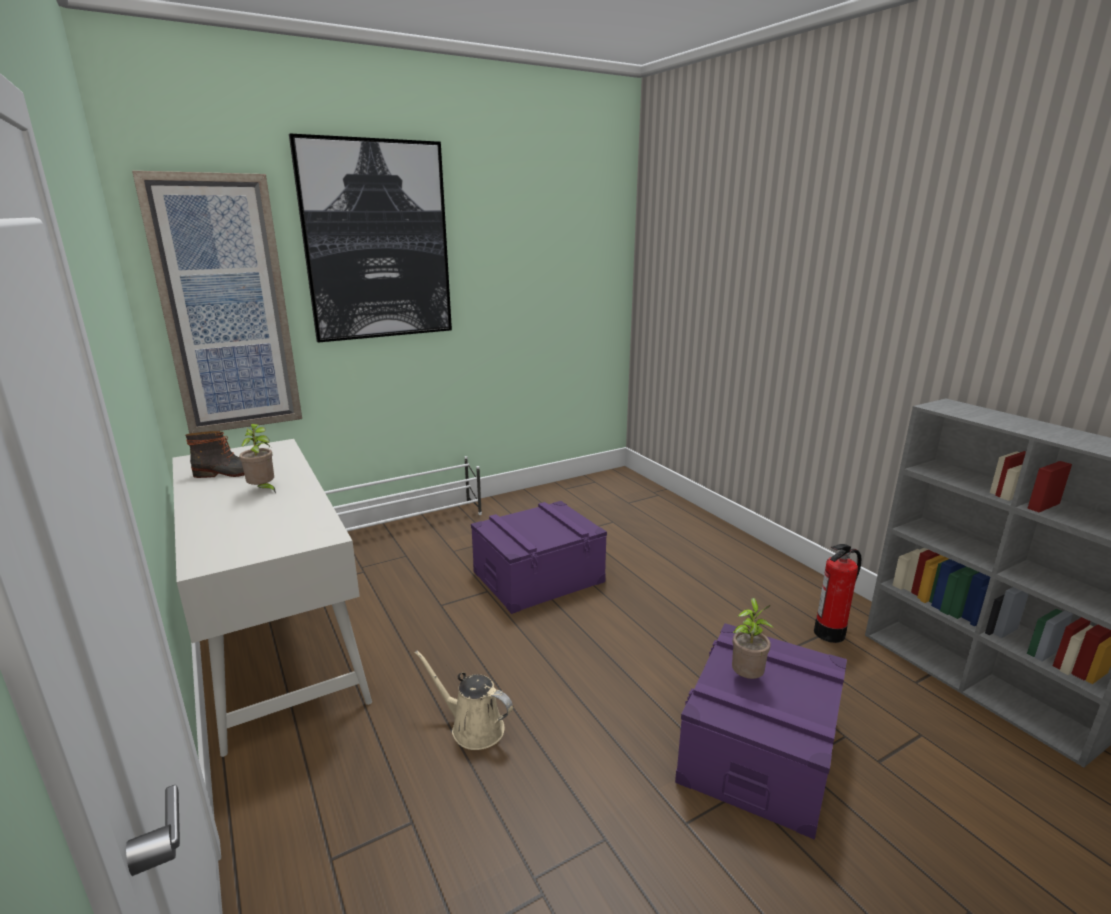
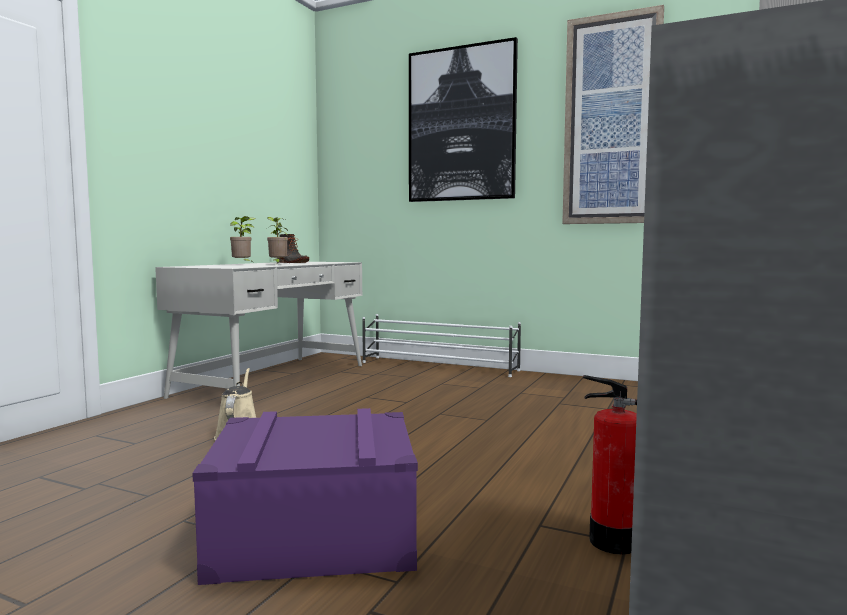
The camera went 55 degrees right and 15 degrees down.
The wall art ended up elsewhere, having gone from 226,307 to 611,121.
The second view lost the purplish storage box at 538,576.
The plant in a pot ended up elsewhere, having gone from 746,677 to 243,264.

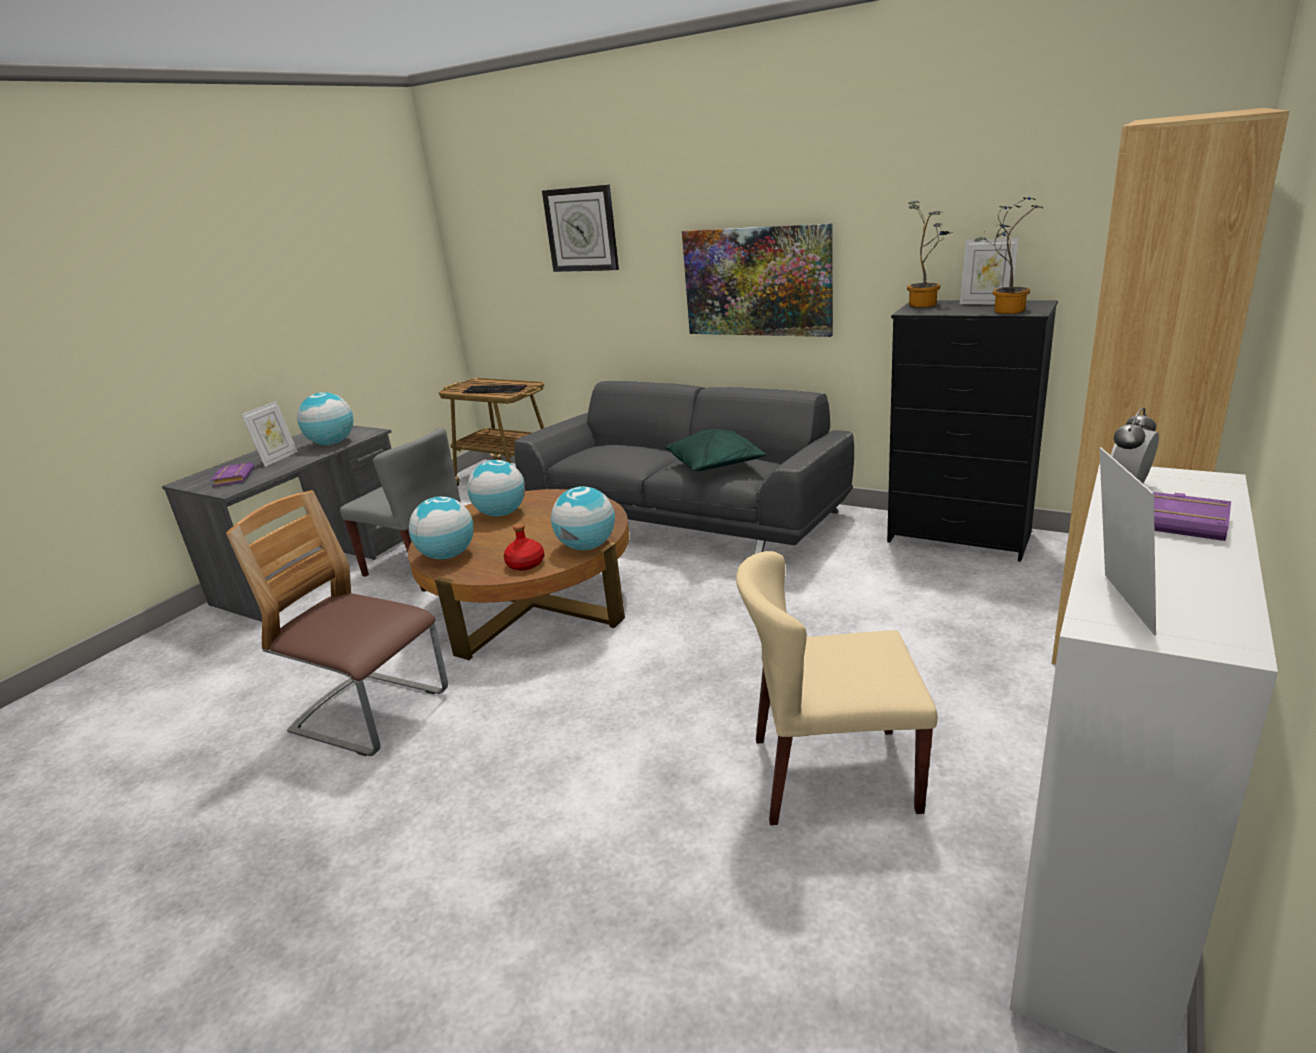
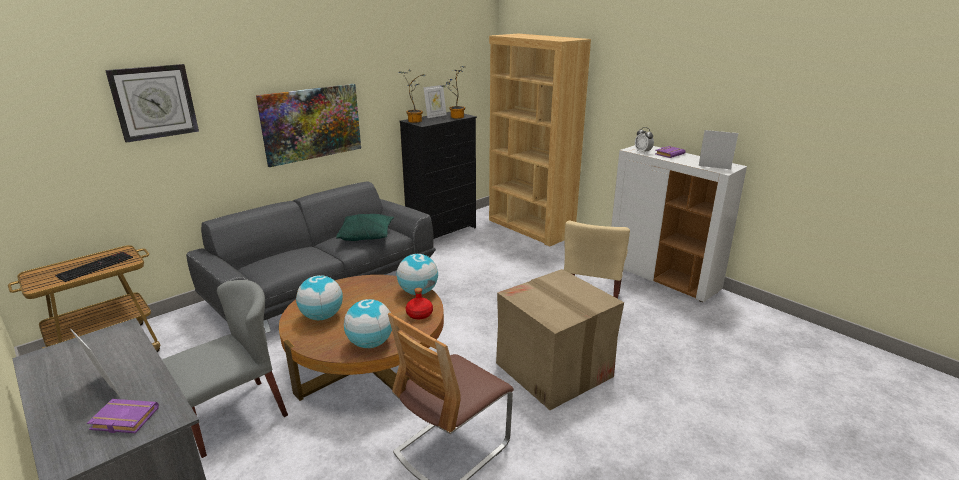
The camera went 75 degrees left and 0 degrees up.
The second view lost the world globe at 332,443.
The second view gained the cardboard box at 554,370.

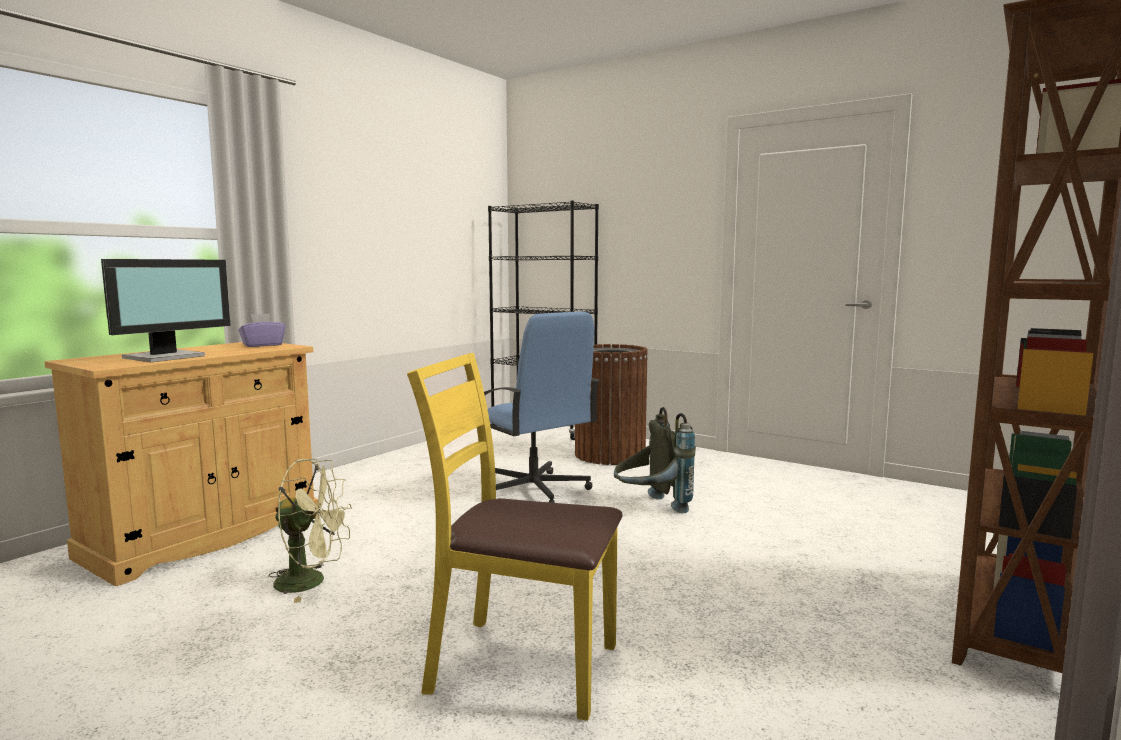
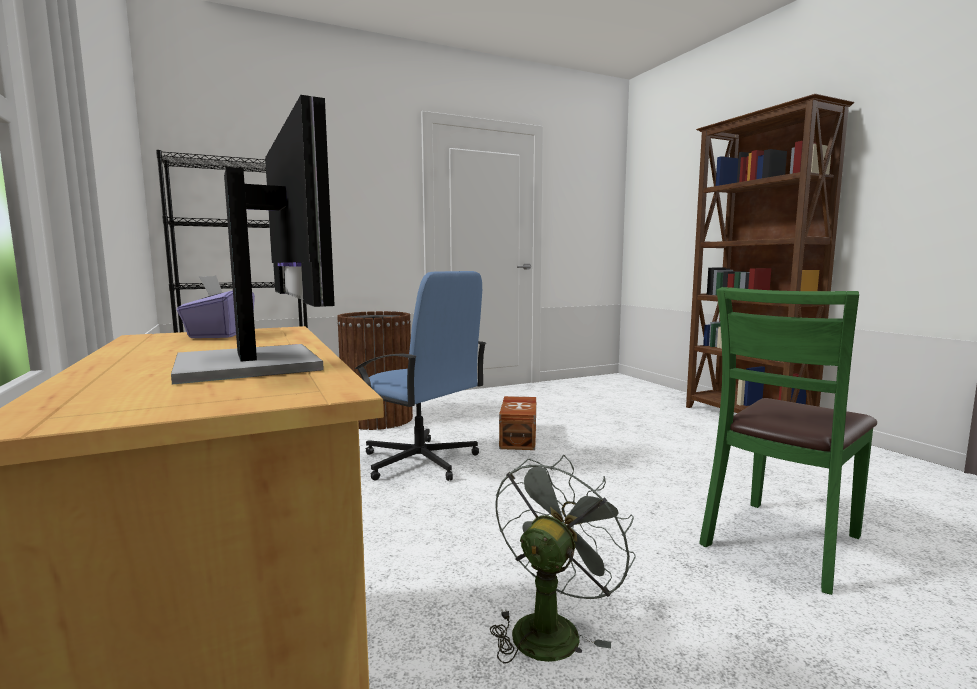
The camera went 60 degrees left and 0 degrees up.
The blue office chair at 534,490 ended up facing another way, 45 degrees clockwise from before.
What was the yellow-coloured upright chair at 521,666 turned into the greenish upright chair at 782,542.
Where the greyish backpack stood at 650,508, the brownish storage box came to stand at 519,437.
What was the greenish fan at 311,582 turned into the greyish fan at 550,627.

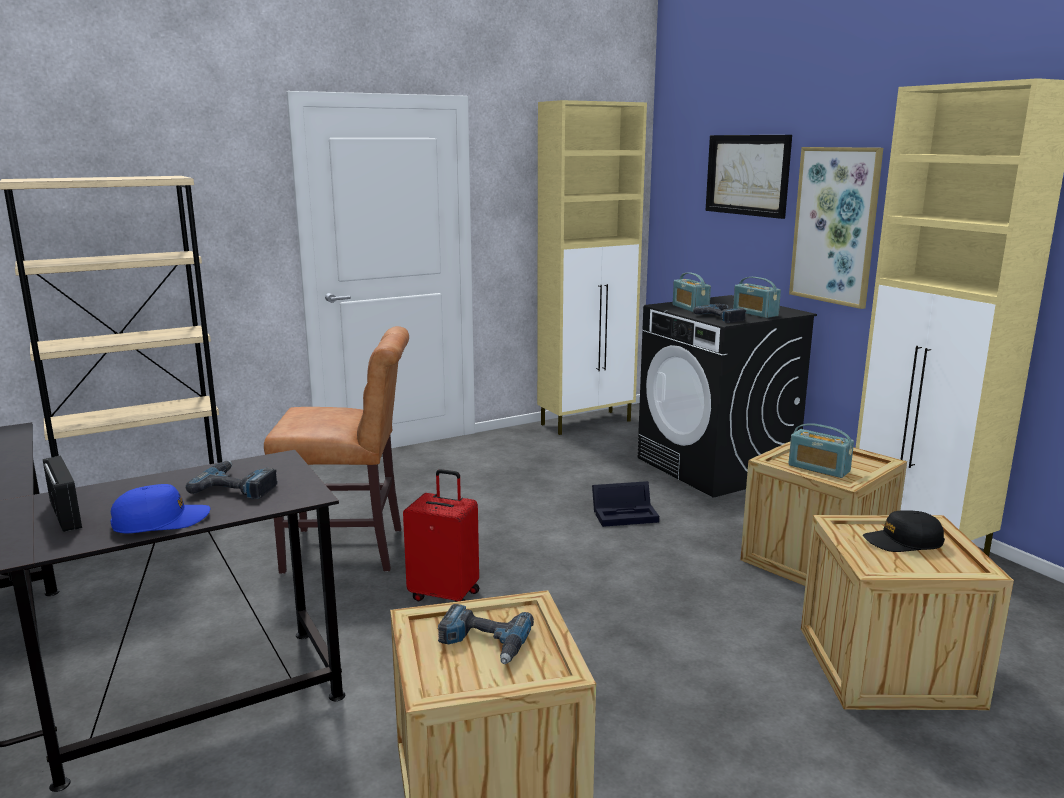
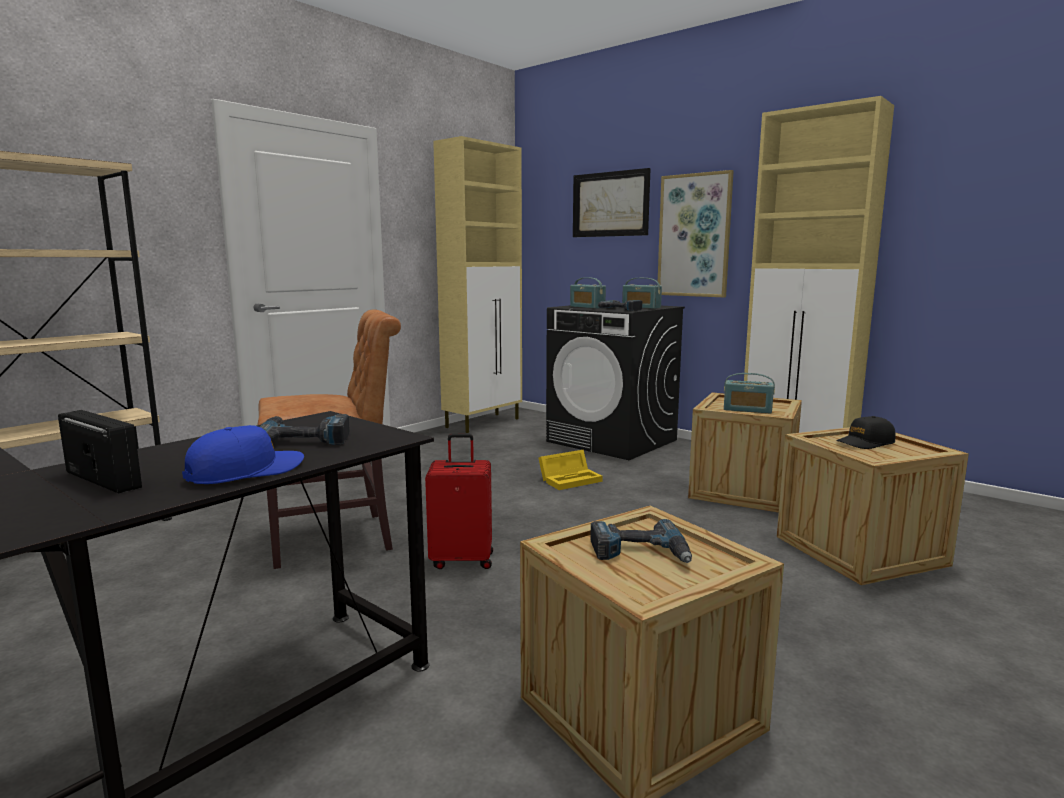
The camera went 20 degrees left and 5 degrees down.
What was the blackish storage box at 626,514 turned into the yellow-coloured storage box at 571,479.

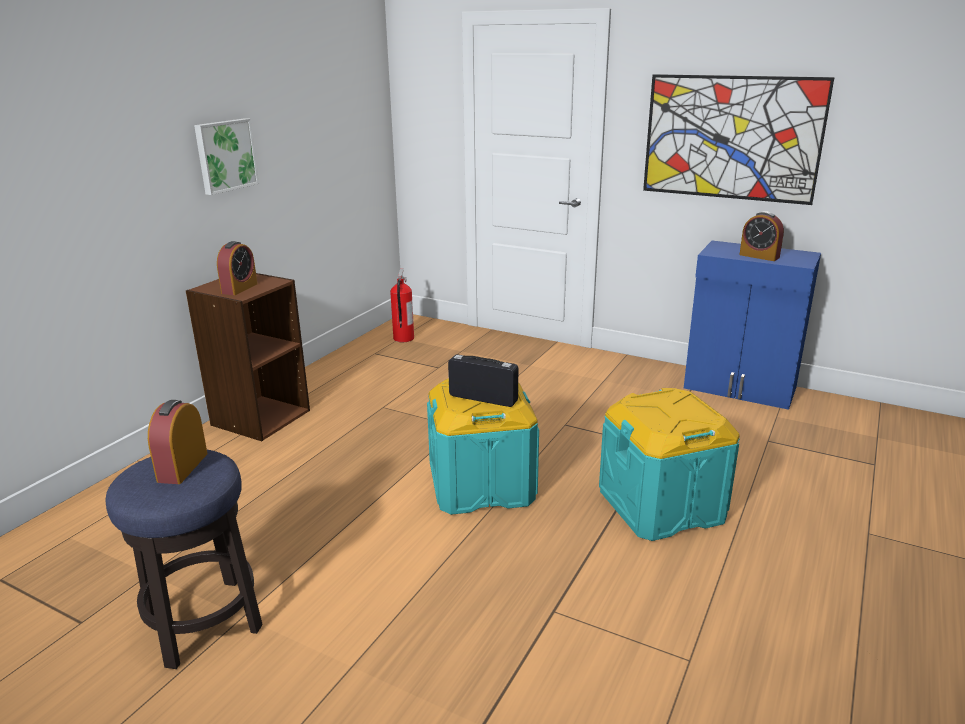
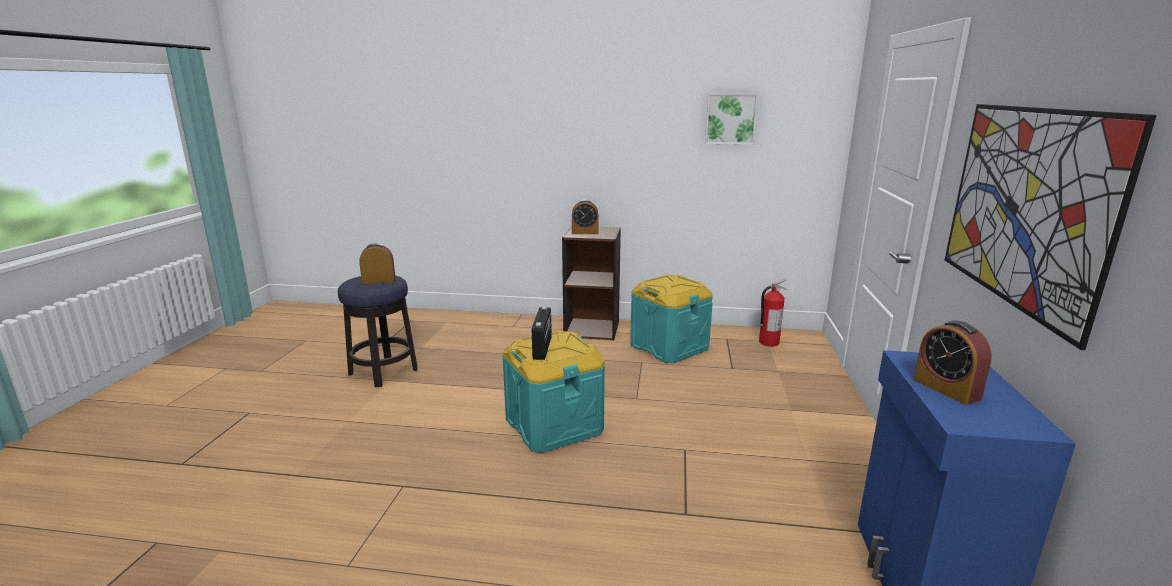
The camera went 70 degrees right and 5 degrees down.
The wall art ended up elsewhere, having gone from 225,155 to 730,119.
The bedside clock at 759,256 ended up facing another way, 45 degrees counterclockwise from before.
The blue-green storage box ended up elsewhere, having gone from 661,505 to 668,347.

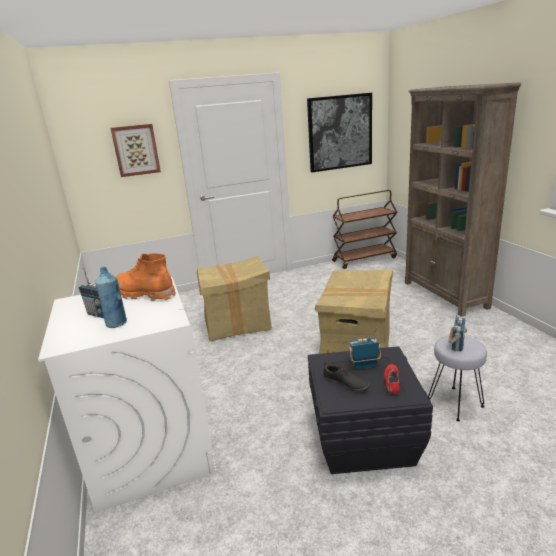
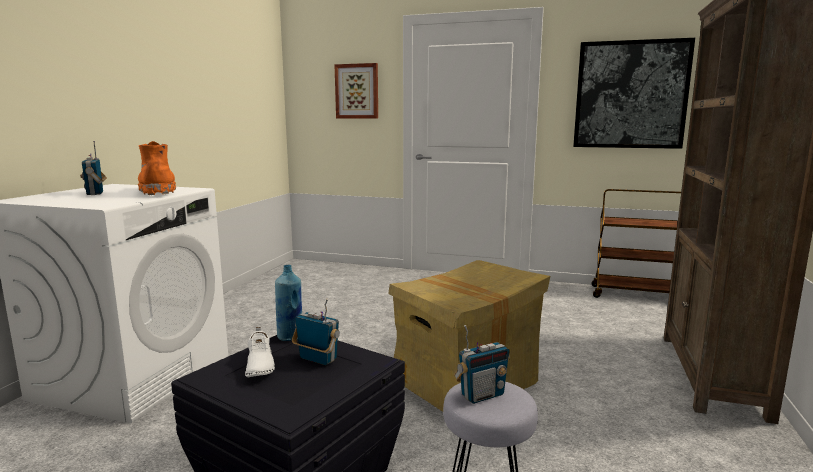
The camera went 35 degrees right and 10 degrees down.
The second view lost the cardboard box at 237,323.
The blue bottle ended up elsewhere, having gone from 116,323 to 290,337.
What was the blackish item of footwear at 345,383 turned into the white item of footwear at 259,365.
The second view lost the red-coloured item of footwear at 392,383.

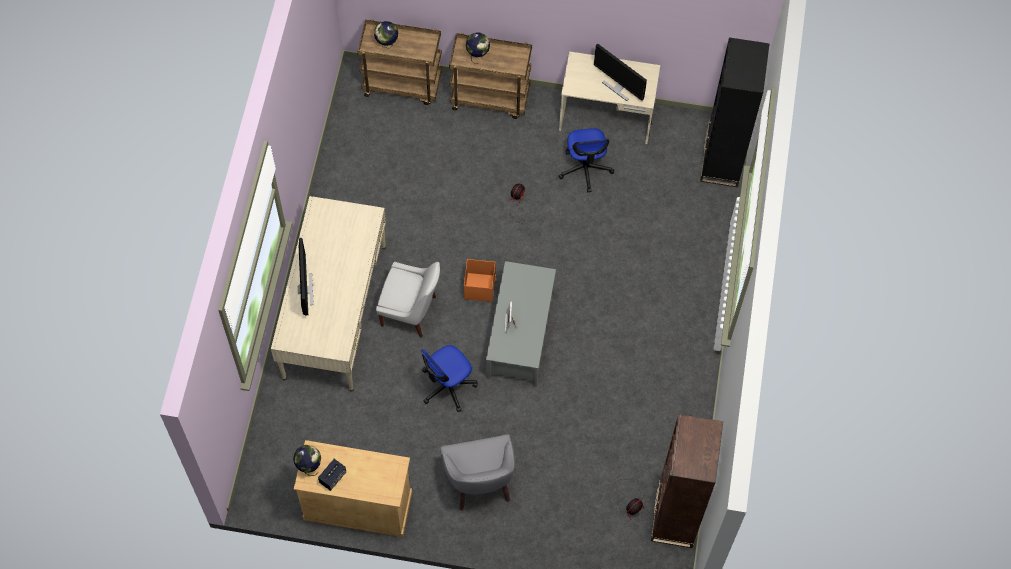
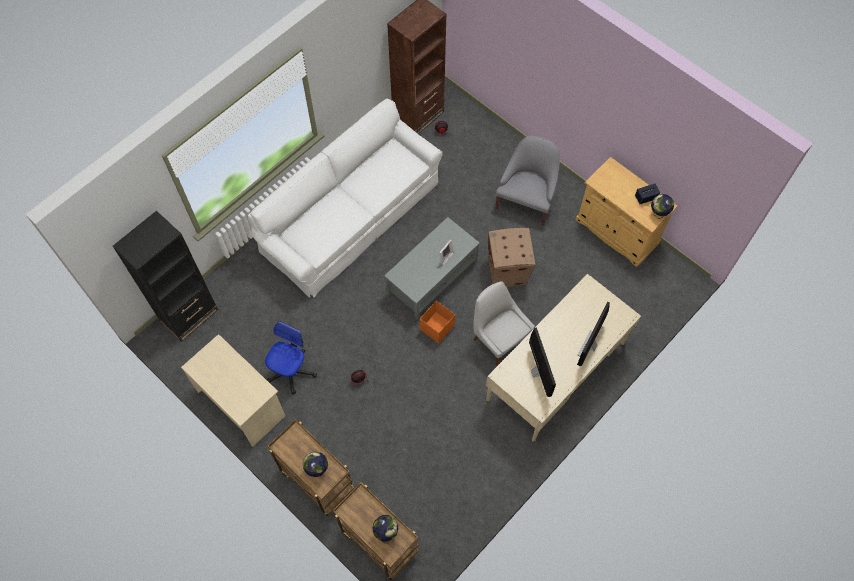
The camera went 145 degrees left and 0 degrees up.
The computer screen ended up elsewhere, having gone from 618,87 to 538,372.
Where the office chair stood at 447,386, the cardboard box came to stand at 507,272.
The second view gained the white settee at 351,217.

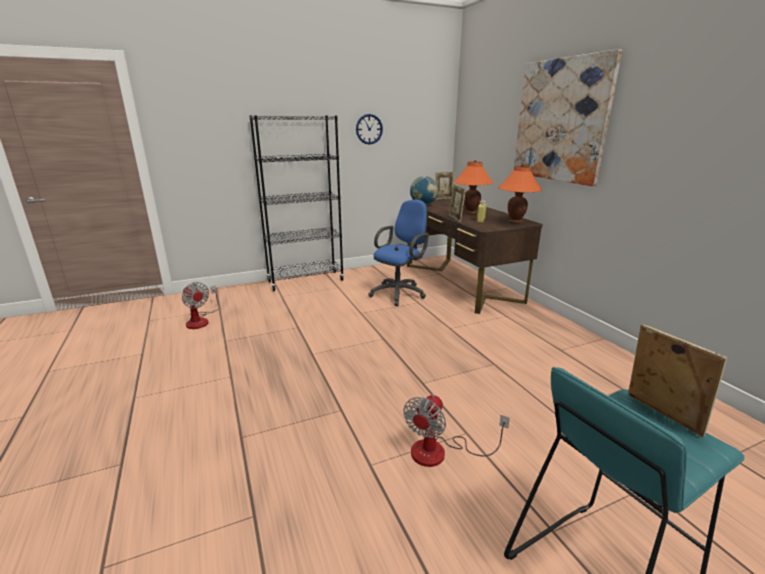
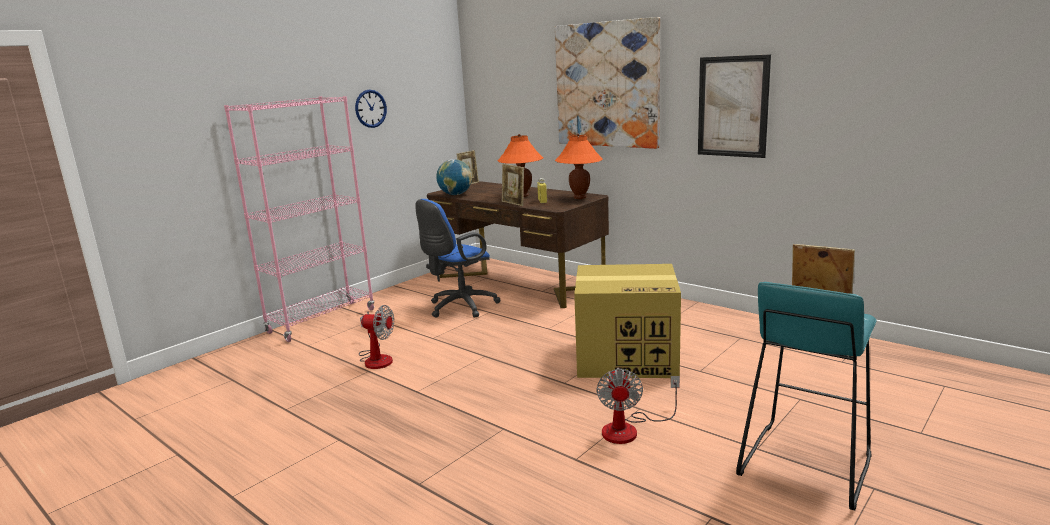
The camera went 25 degrees left and 5 degrees down.
What was the blackish bookcase at 306,281 turned into the pinkish bookcase at 322,321.
The blue office chair at 400,293 ended up facing another way, 150 degrees counterclockwise from before.
The fan ended up elsewhere, having gone from 201,320 to 376,358.
The second view gained the wall art at 732,107.
The second view gained the cardboard box at 628,357.

